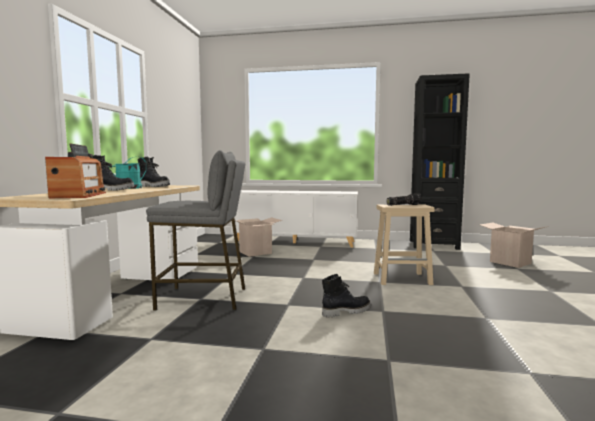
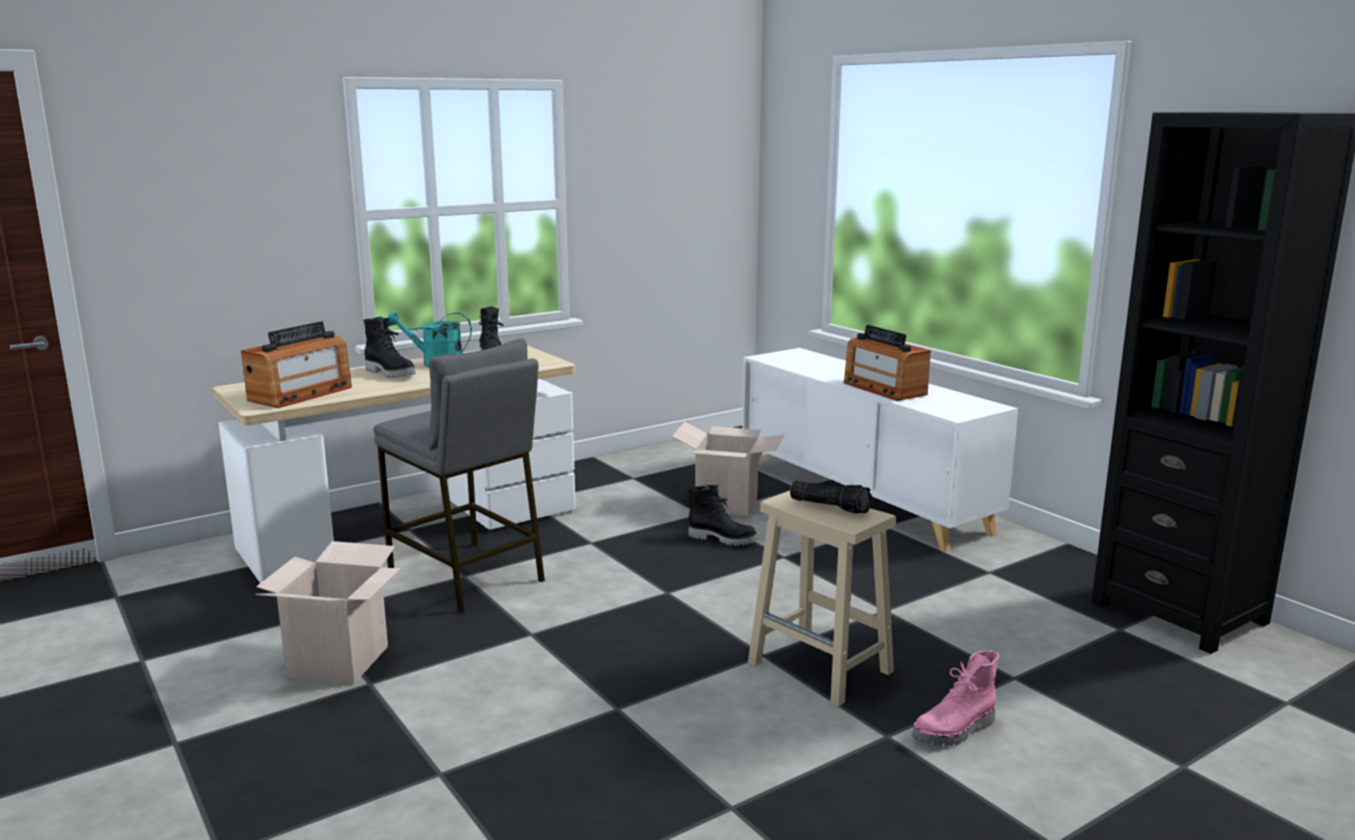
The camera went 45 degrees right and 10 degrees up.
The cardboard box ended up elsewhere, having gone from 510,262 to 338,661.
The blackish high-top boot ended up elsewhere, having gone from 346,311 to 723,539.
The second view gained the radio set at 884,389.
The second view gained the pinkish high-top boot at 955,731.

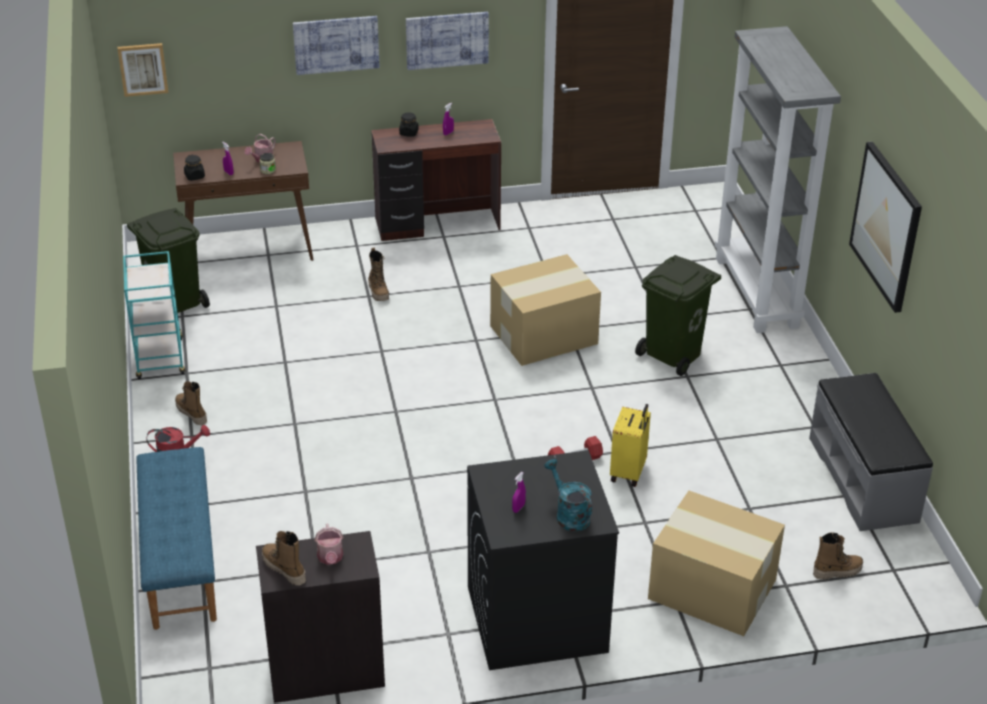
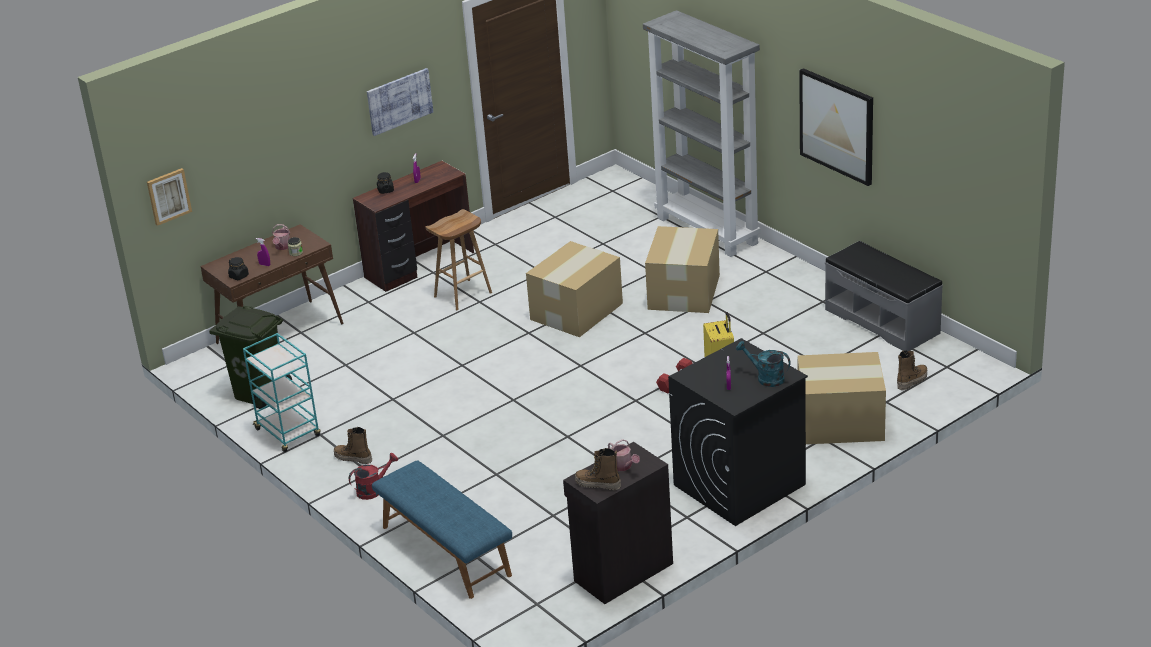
The camera went 25 degrees left and 5 degrees down.
The second view lost the wall art at 336,44.
The second view lost the high-top boot at 378,292.
Where the greenish rubbish bin stood at 673,355, the cardboard box came to stand at 684,291.
The second view gained the brownish sitting stool at 462,295.

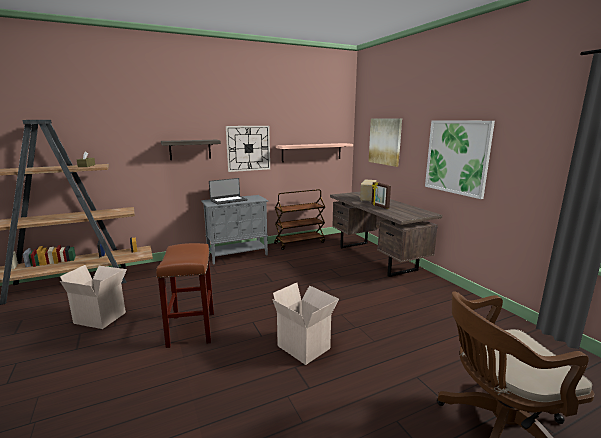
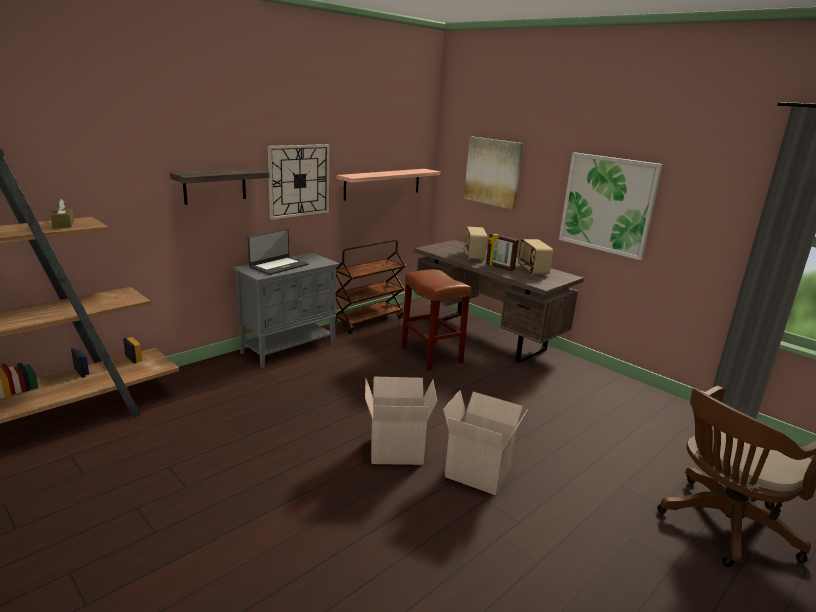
The camera went 20 degrees left and 5 degrees up.
The brownish sitting stool ended up elsewhere, having gone from 191,328 to 430,355.
The cardboard box ended up elsewhere, having gone from 101,317 to 397,449.
The second view gained the radio set at 532,270.

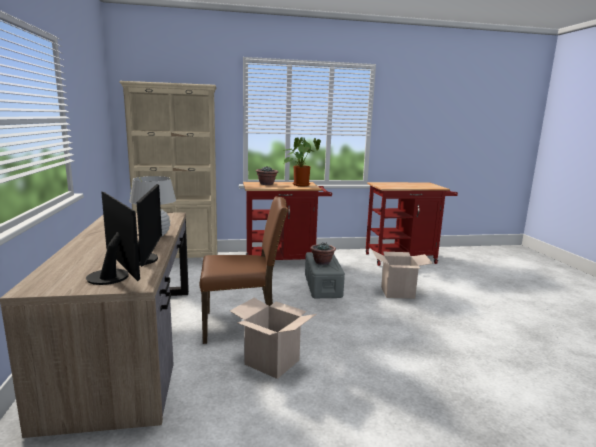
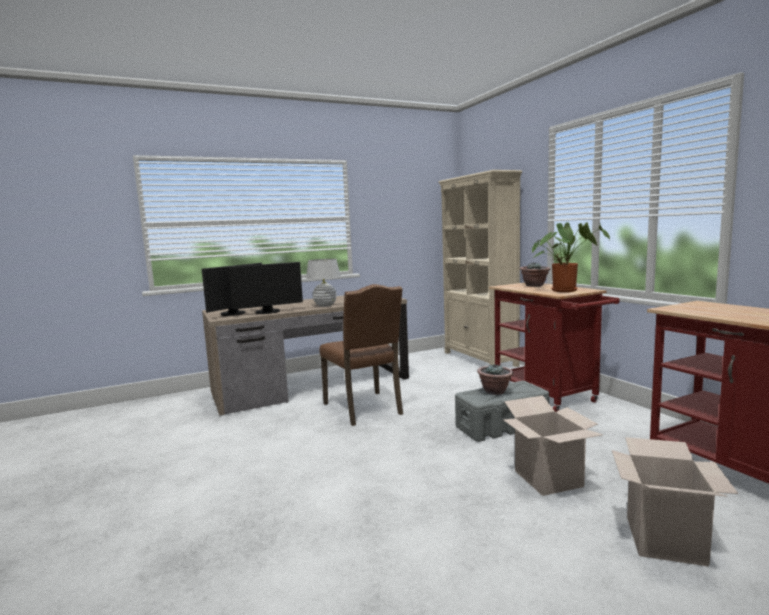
The camera went 75 degrees right and 5 degrees down.
The cardboard box ended up elsewhere, having gone from 272,362 to 665,540.

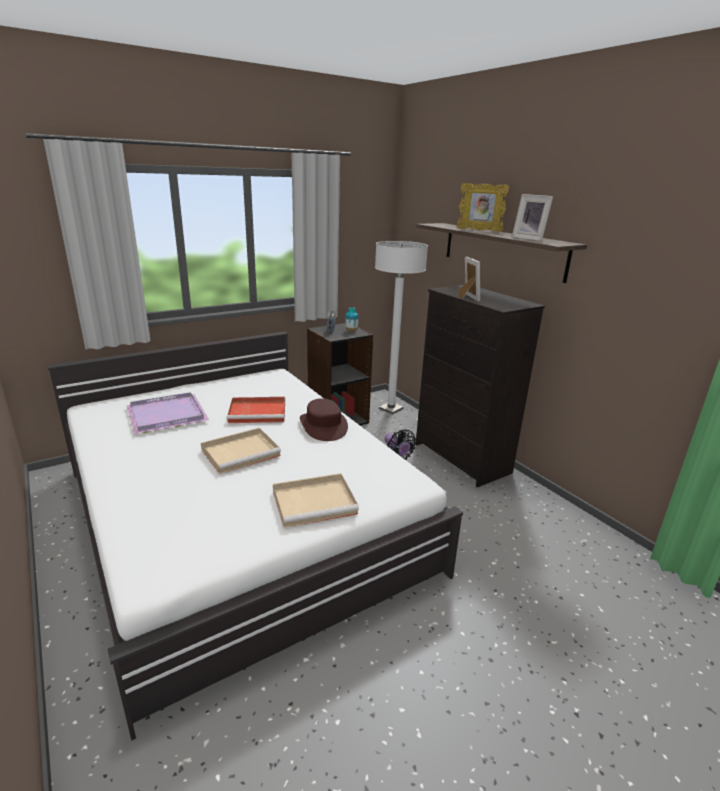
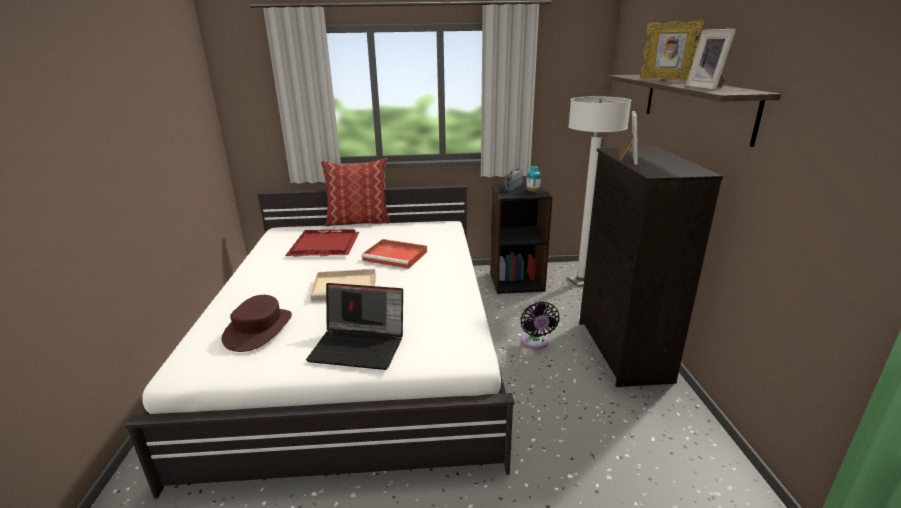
The camera went 30 degrees right and 0 degrees up.
What was the purplish serving tray at 168,414 turned into the red-coloured serving tray at 326,245.
The brownish hat ended up elsewhere, having gone from 323,426 to 259,329.
Where the sand-coloured serving tray stood at 316,502, the portable computer came to stand at 360,346.
The second view gained the cushion at 358,221.

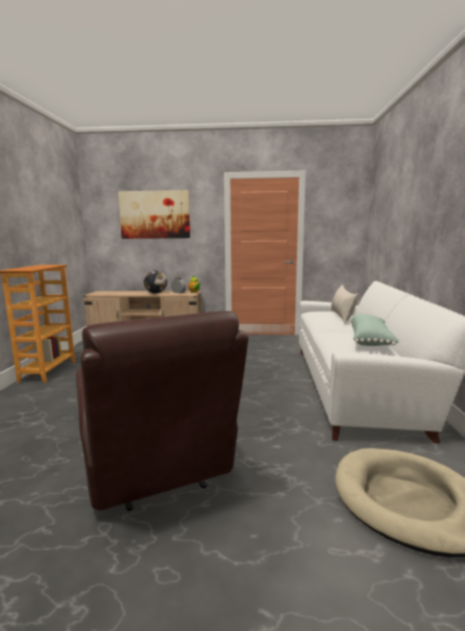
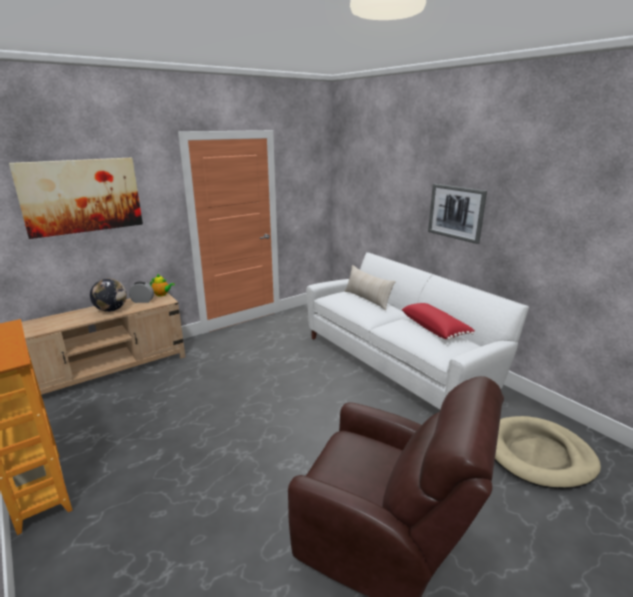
The camera went 40 degrees left and 10 degrees up.
What was the greenish cushion at 370,340 turned into the red-coloured cushion at 435,328.
The second view gained the wall art at 456,212.

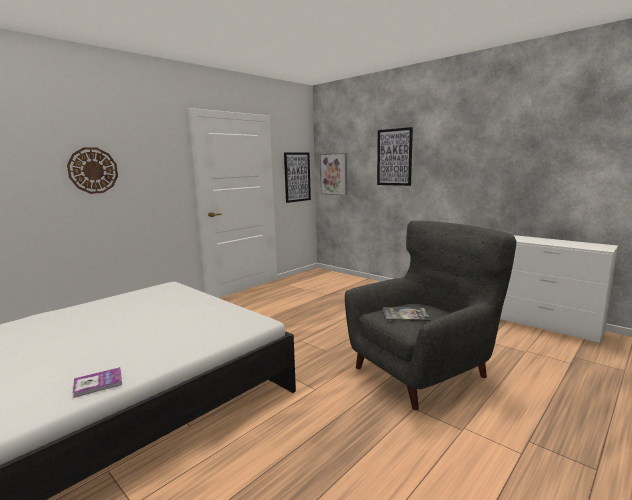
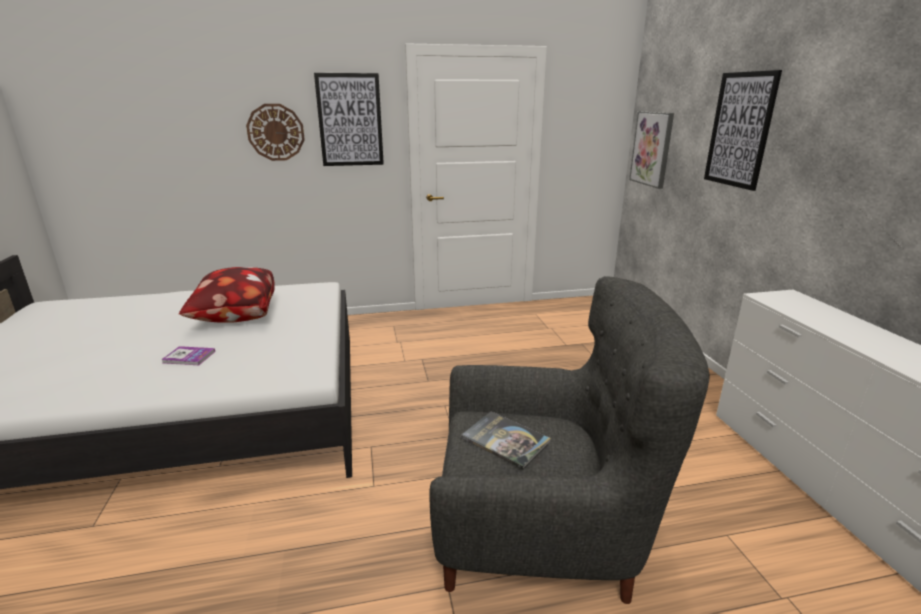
The camera went 35 degrees right and 10 degrees up.
The wall art ended up elsewhere, having gone from 297,177 to 350,120.
The book ended up elsewhere, having gone from 98,383 to 189,357.
The second view gained the cushion at 235,317.

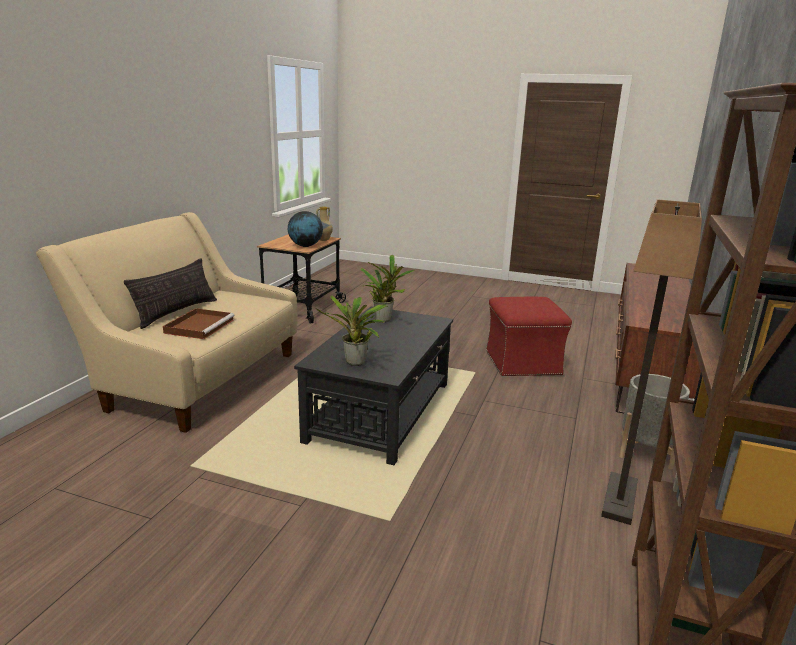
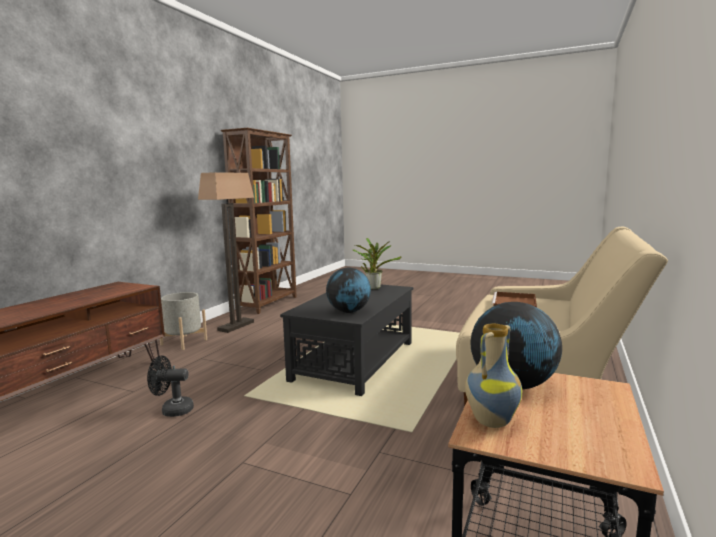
The camera went 175 degrees left and 10 degrees down.
Where the plant in a pot stood at 384,319, the world globe came to stand at 349,311.
The second view lost the cushion at 176,312.
Where the red-coloured ottoman stood at 522,362, the blackish fan came to stand at 172,410.

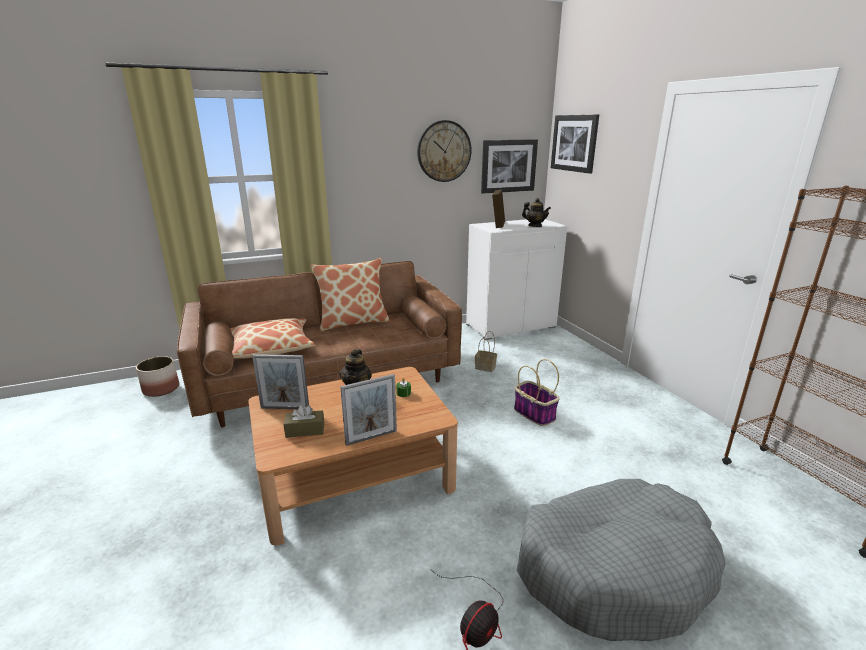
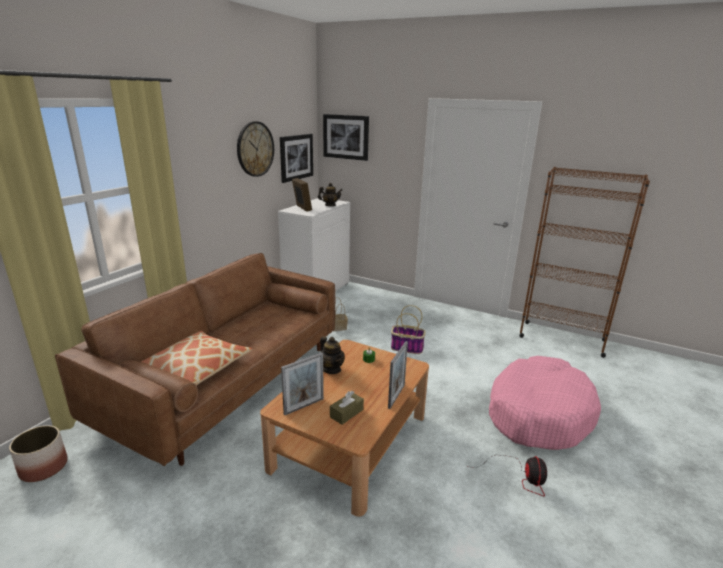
The camera went 40 degrees left and 0 degrees up.
The second view lost the cushion at 353,322.
What was the greyish pet bed at 613,568 turned into the pinkish pet bed at 538,413.

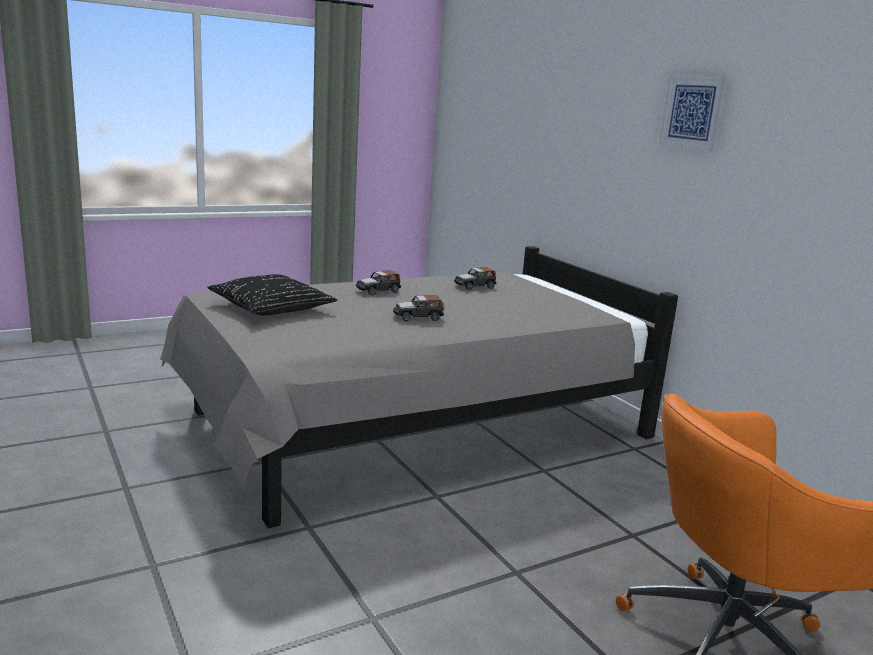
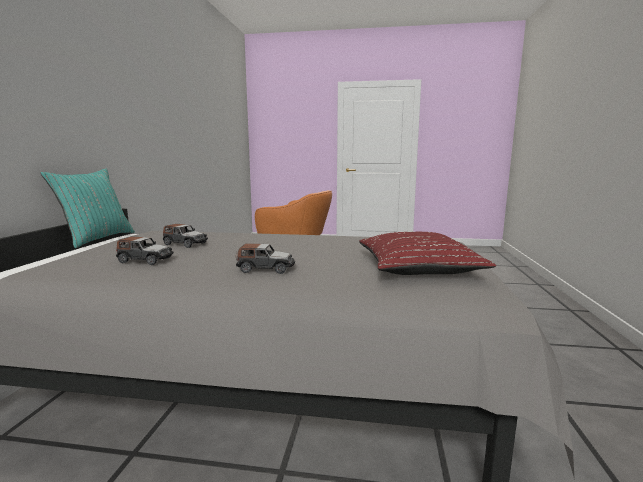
The camera went 140 degrees left and 5 degrees down.
The second view lost the wall art at 694,112.
What was the blackish cushion at 271,307 turned into the red-coloured cushion at 417,267.
The miniature car ended up elsewhere, having gone from 418,317 to 185,244.
The second view gained the blue-green cushion at 97,239.

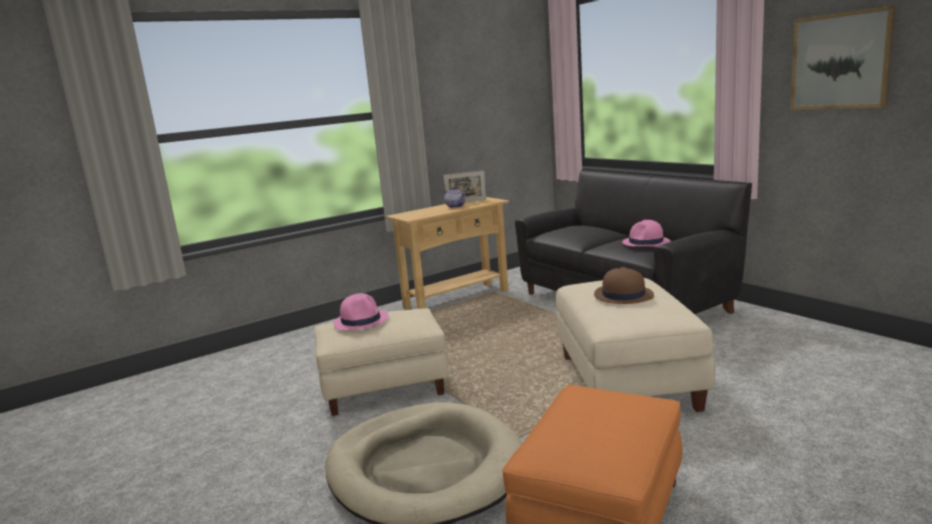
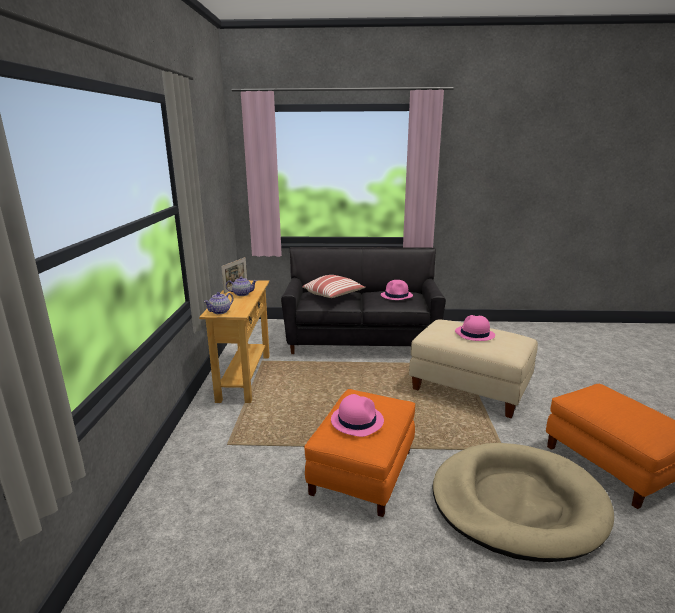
The camera went 55 degrees left and 5 degrees up.
The second view lost the wall art at 841,61.
What was the brownish hat at 623,295 turned into the pinkish hat at 474,334.
What was the sand-coloured ottoman at 383,388 turned into the orange ottoman at 363,471.
The second view gained the cushion at 334,295.
The second view gained the pot for tea at 220,311.

